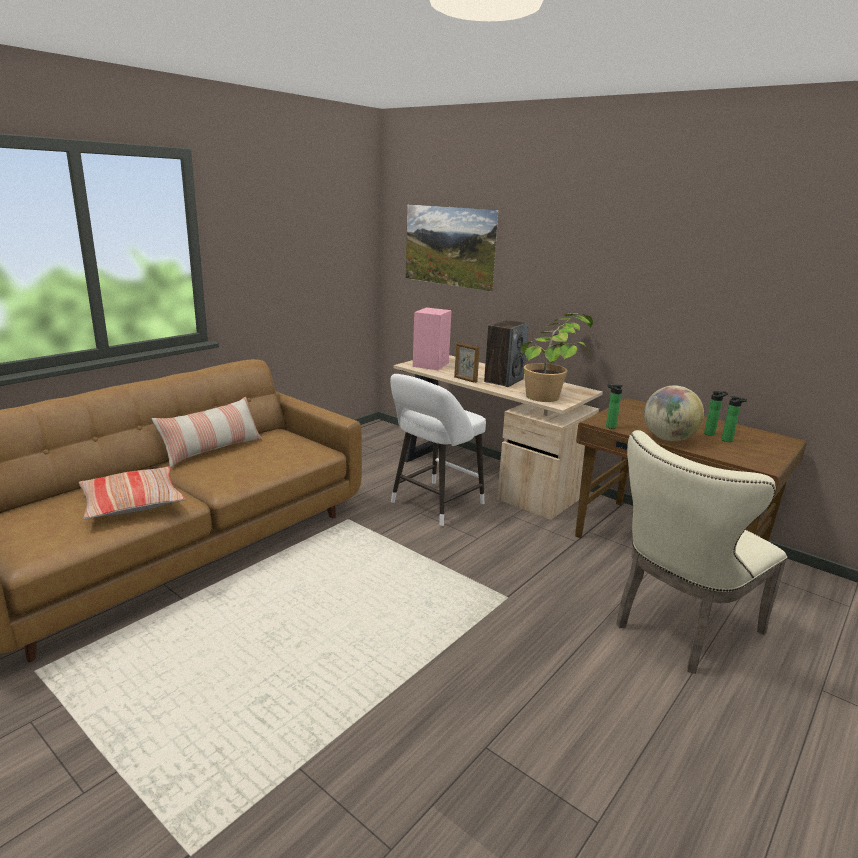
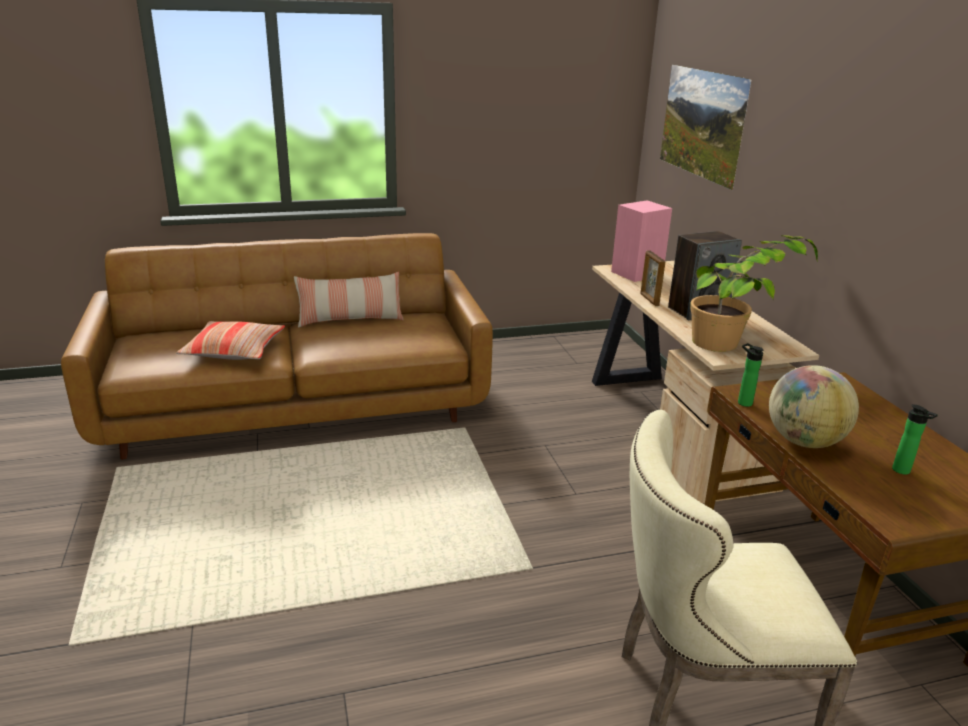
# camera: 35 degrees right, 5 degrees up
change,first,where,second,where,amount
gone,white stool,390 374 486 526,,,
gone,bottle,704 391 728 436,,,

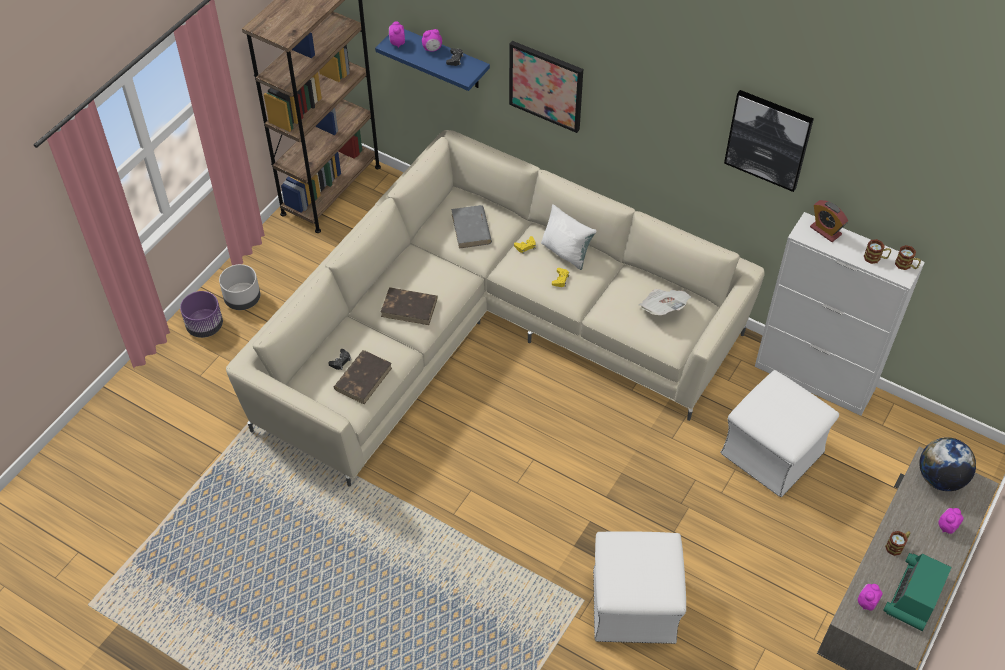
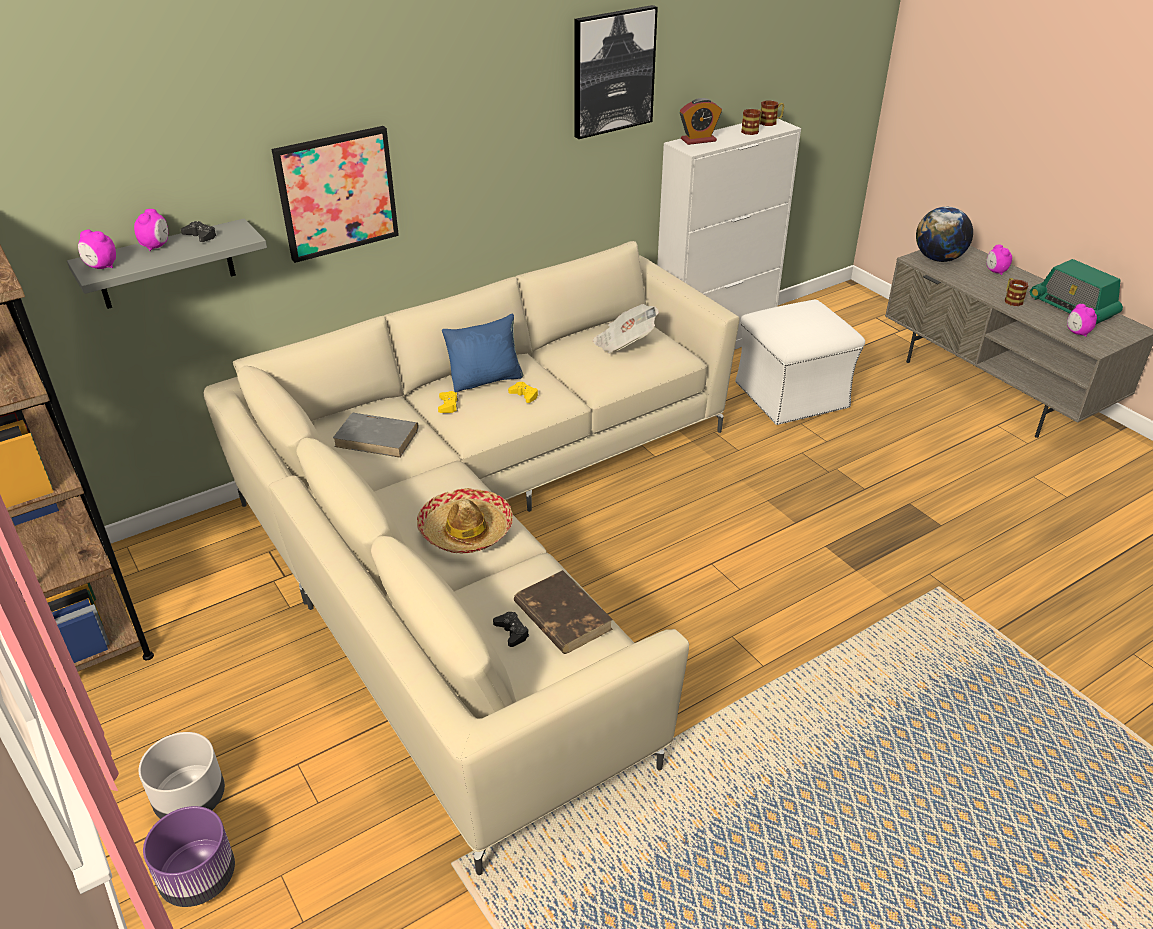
# camera: 65 degrees left, 15 degrees down
change,first,where,second,where,amount
repainted,blue shelf,375 29 490 91,grey shelf,67 218 267 309,
swapped,brown book,381 287 437 325,hat,417 488 513 554,
repainted,white pillow,541 204 596 270,blue pillow,442 314 523 392,
gone,white ottoman,593 531 686 644,,,

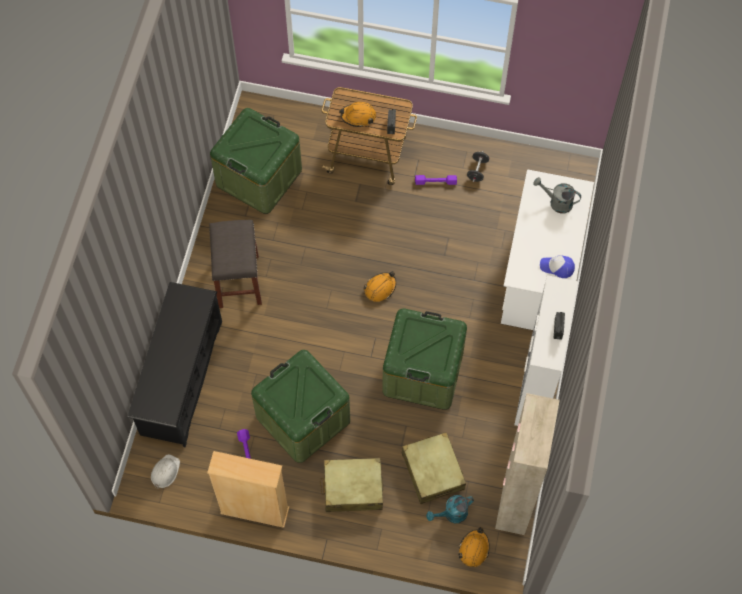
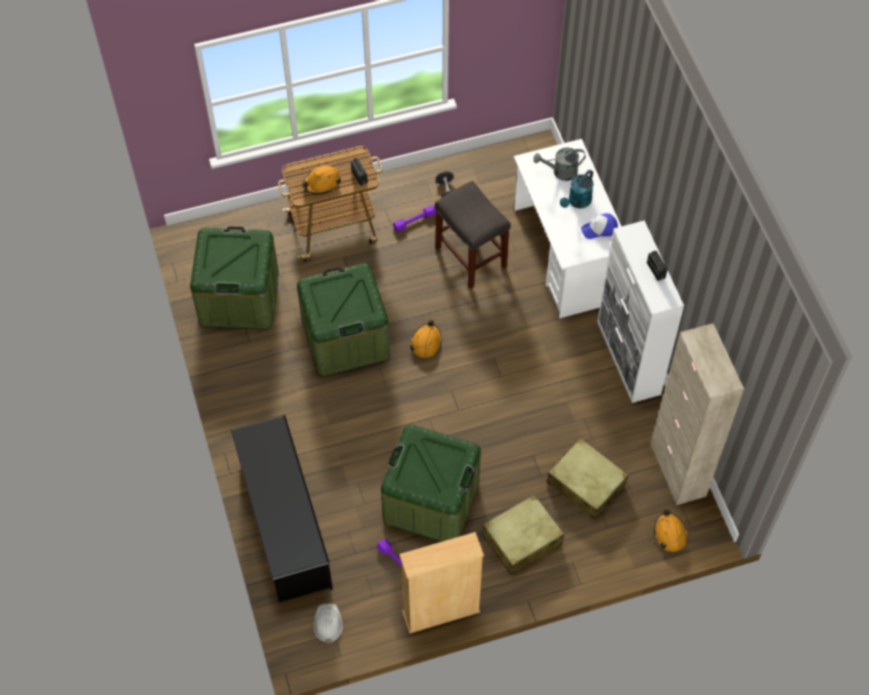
# camera: 30 degrees left, 5 degrees down
change,first,where,second,where,amount
shifted,grey stool,209 220 262 308,,435 181 511 289,
shifted,green storage box,382 308 467 410,,297 263 390 376,
shifted,turquoise watering can,426 495 474 523,,560 170 594 208,

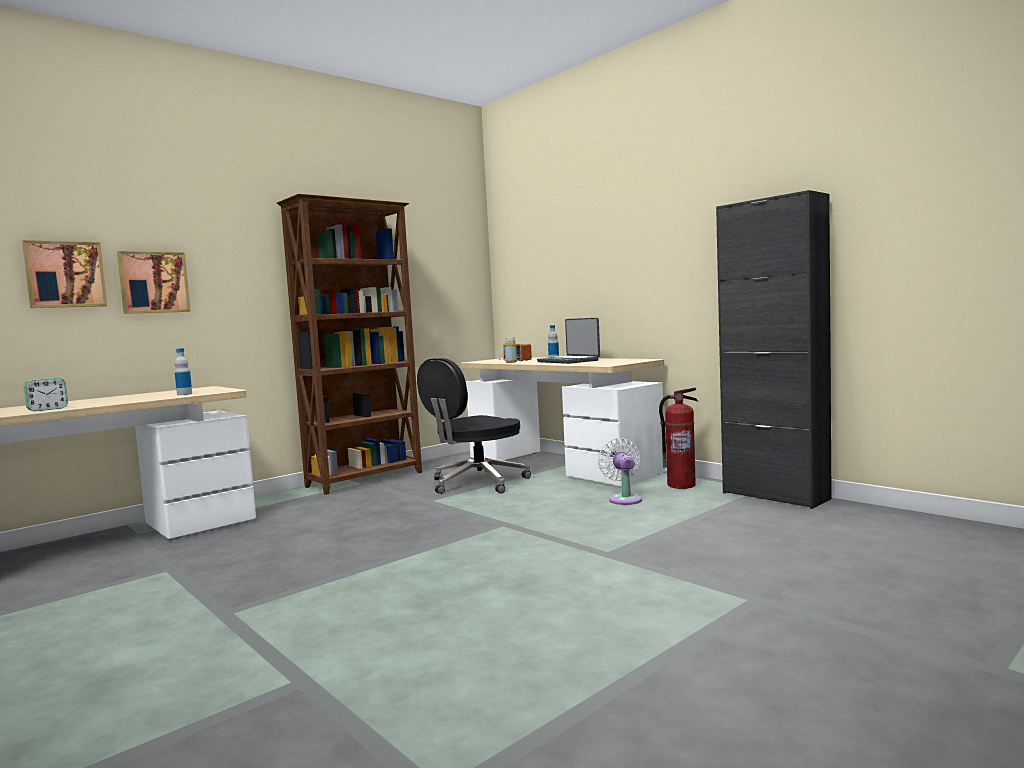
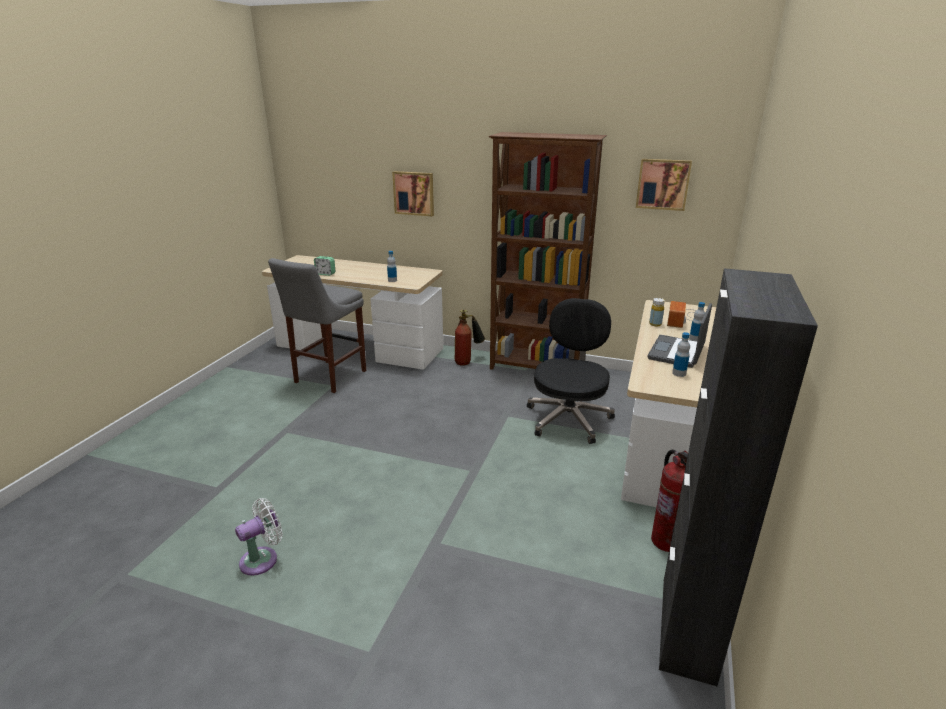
# camera: 60 degrees right, 20 degrees up
change,first,where,second,where,amount
shifted,picture,22 240 107 308,,636 159 692 211,
rotated,black office chair,417 358 531 494,,527 298 615 444,90 degrees clockwise
shifted,white fan,598 438 642 505,,235 498 283 576,
new,,,grey stool,268 258 366 393,
new,,,fire extinguisher,454 310 485 366,
new,,,bottle,672 332 690 377,

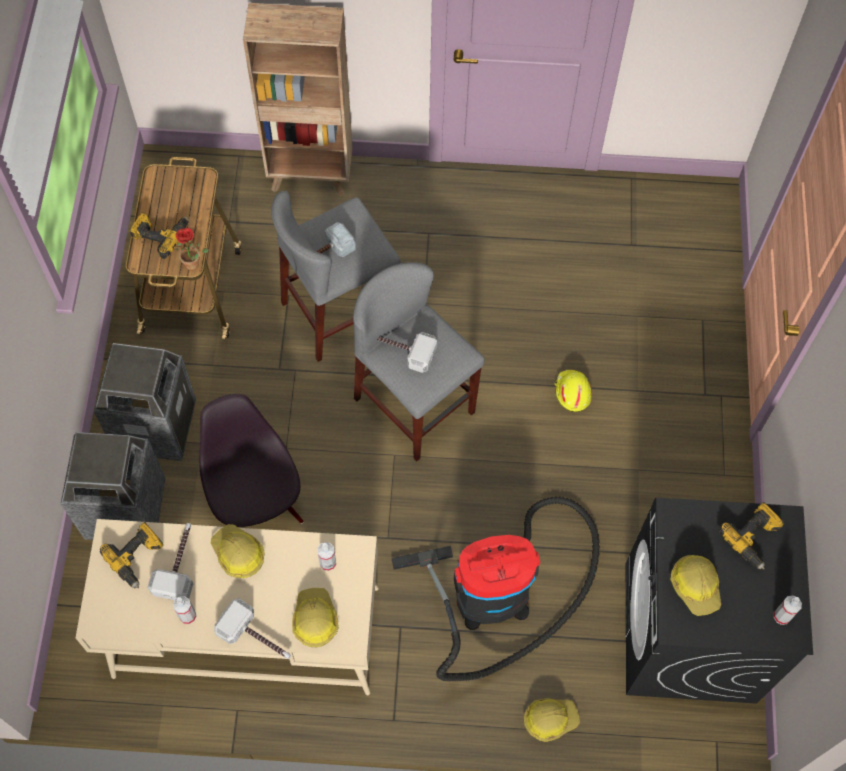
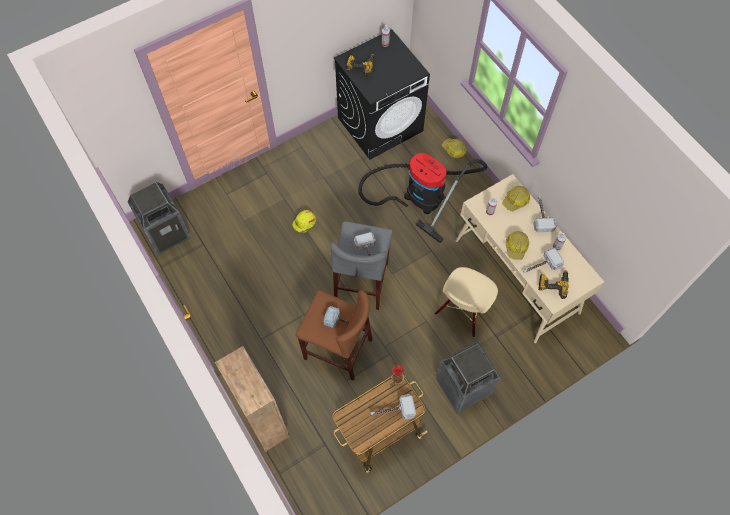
# camera: 125 degrees left, 0 degrees up
change,first,where,second,where,amount
shifted,trash can,61 432 166 540,,127 182 191 255,
swapped,power drill,129 212 189 259,hammer,371 394 416 420,
repainted,black chair,199 394 304 527,beige chair,435 267 498 337,
repainted,grey stool,271 191 401 362,brown stool,296 290 372 381,
gone,hard hat,670 555 721 616,,,

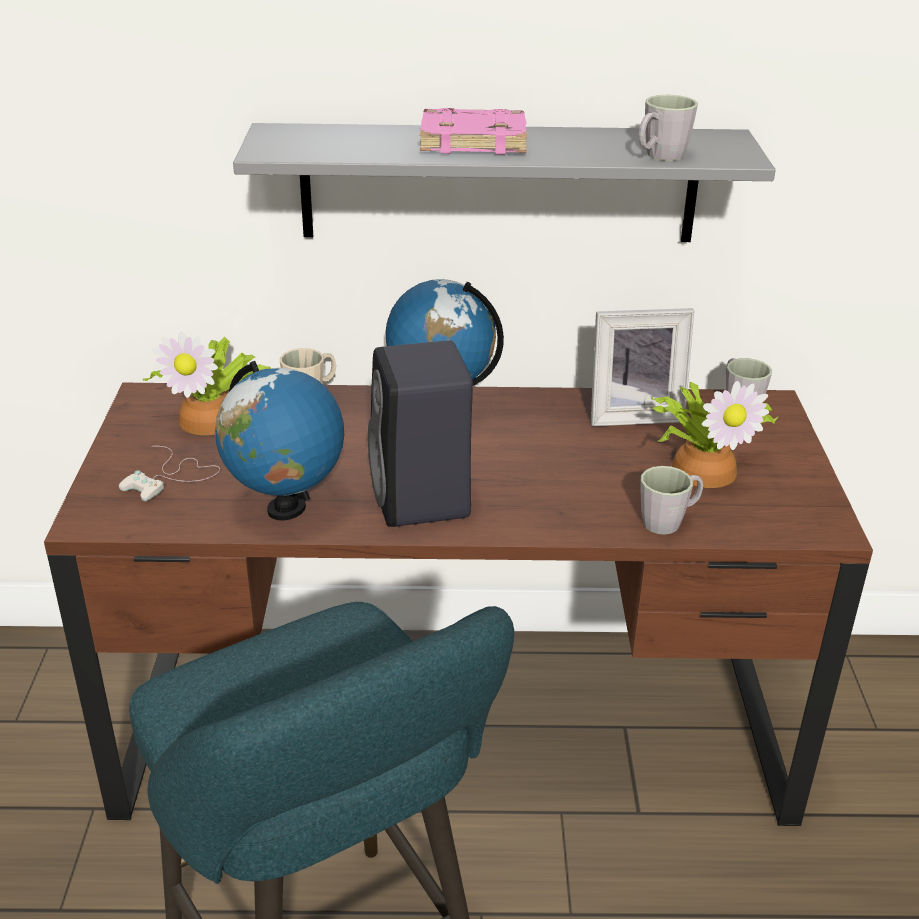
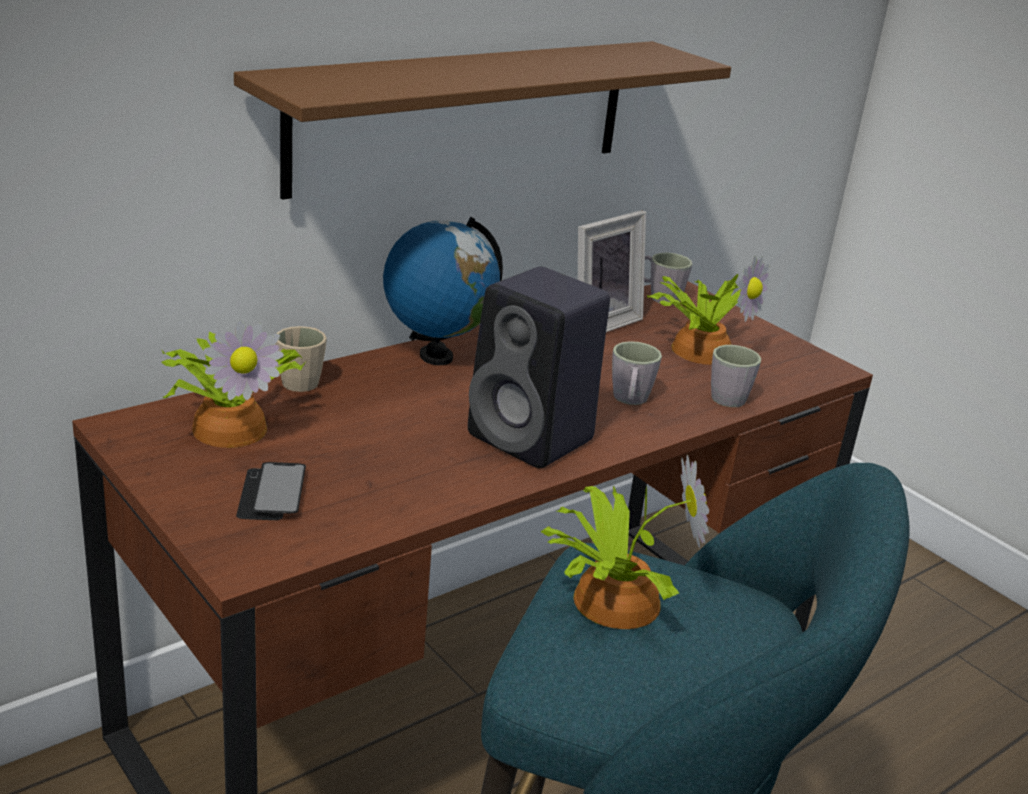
# camera: 40 degrees left, 5 degrees down
change,first,where,second,where,amount
swapped,white game controller,119 446 220 501,phone,236 462 306 520,
gone,globe,215 361 344 520,,,
repainted,grey shelf,233 123 776 242,brown shelf,234 41 731 200,
gone,pink book,420 108 527 155,,,
shifted,grey mug,639 95 698 161,,612 341 662 405,
new,,,potted plant,540 454 709 629,

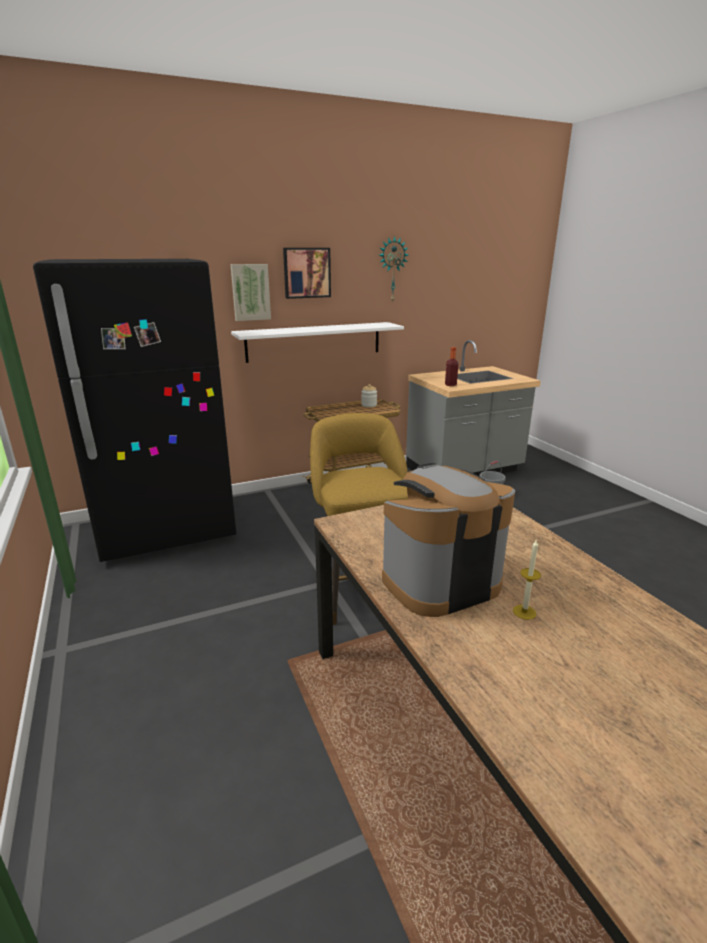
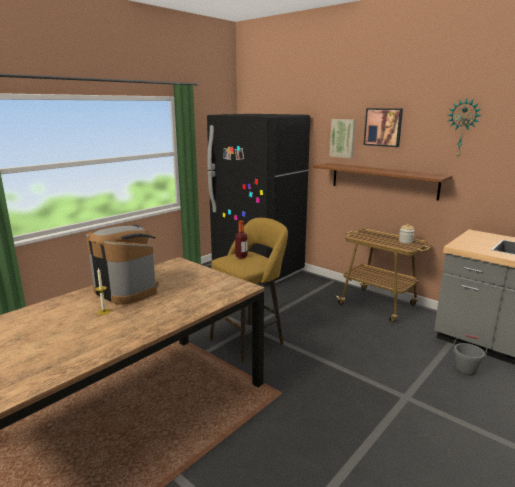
# camera: 65 degrees right, 5 degrees down
change,first,where,second,where,amount
repainted,white shelf,231 322 404 363,brown shelf,314 163 453 201,
shifted,bottle,445 347 458 386,,235 220 247 258,

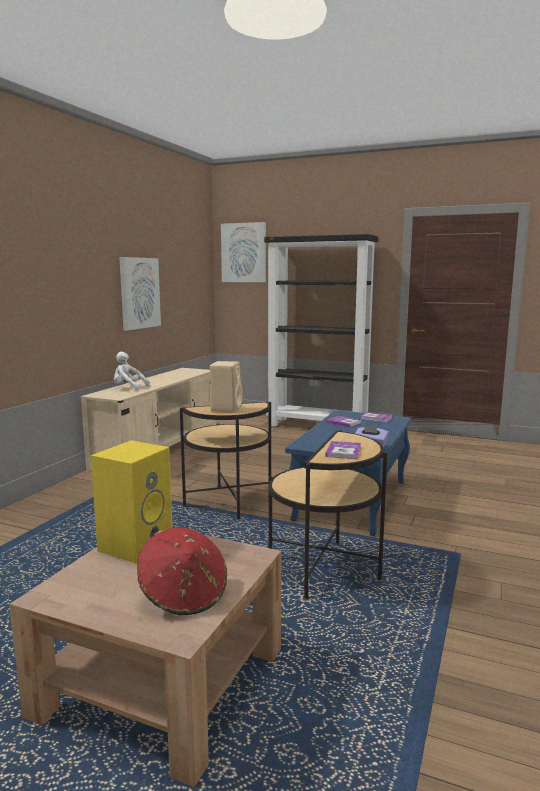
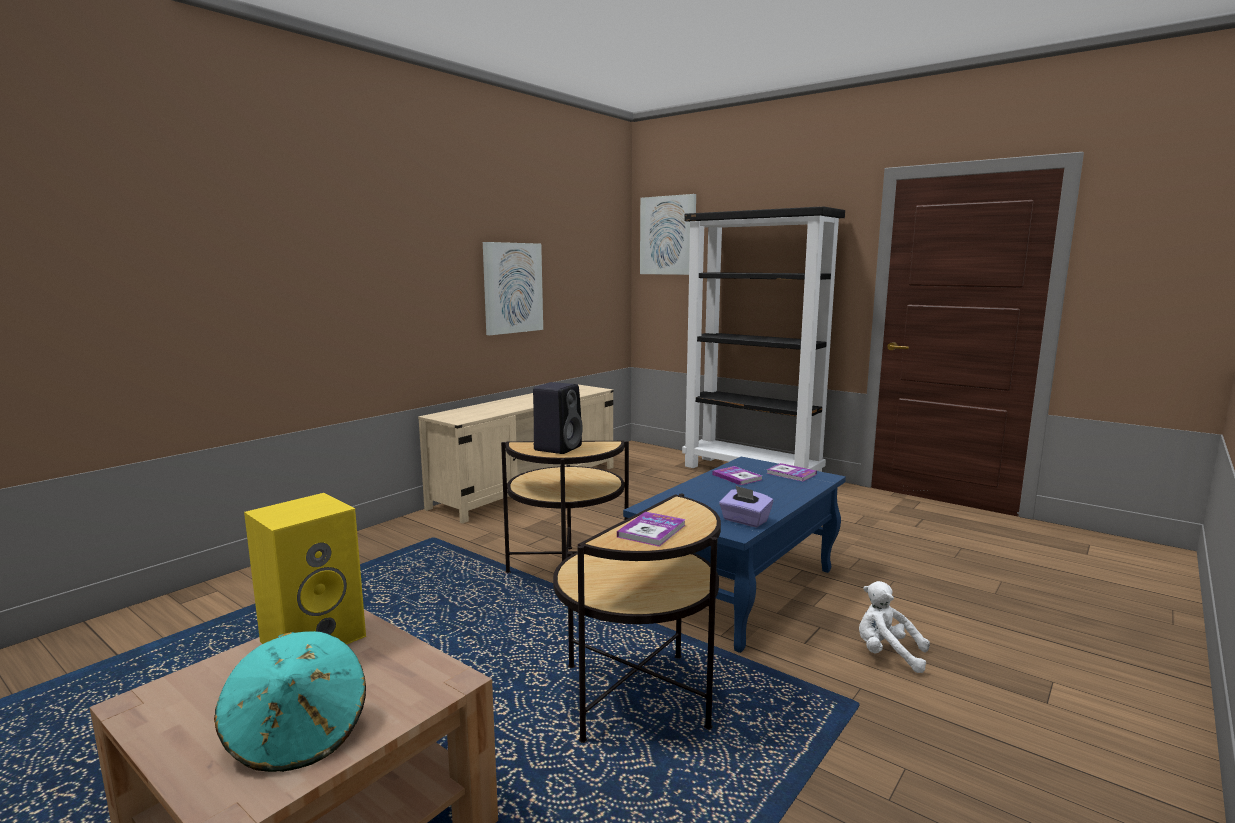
# camera: 15 degrees right, 0 degrees up
change,first,where,second,where,amount
shifted,white plush toy,114 352 150 390,,859 581 930 673,
repainted,red hat,137 527 227 615,turquoise hat,214 631 366 772,
repainted,beige speaker,210 361 243 413,black speaker,533 382 583 454,

